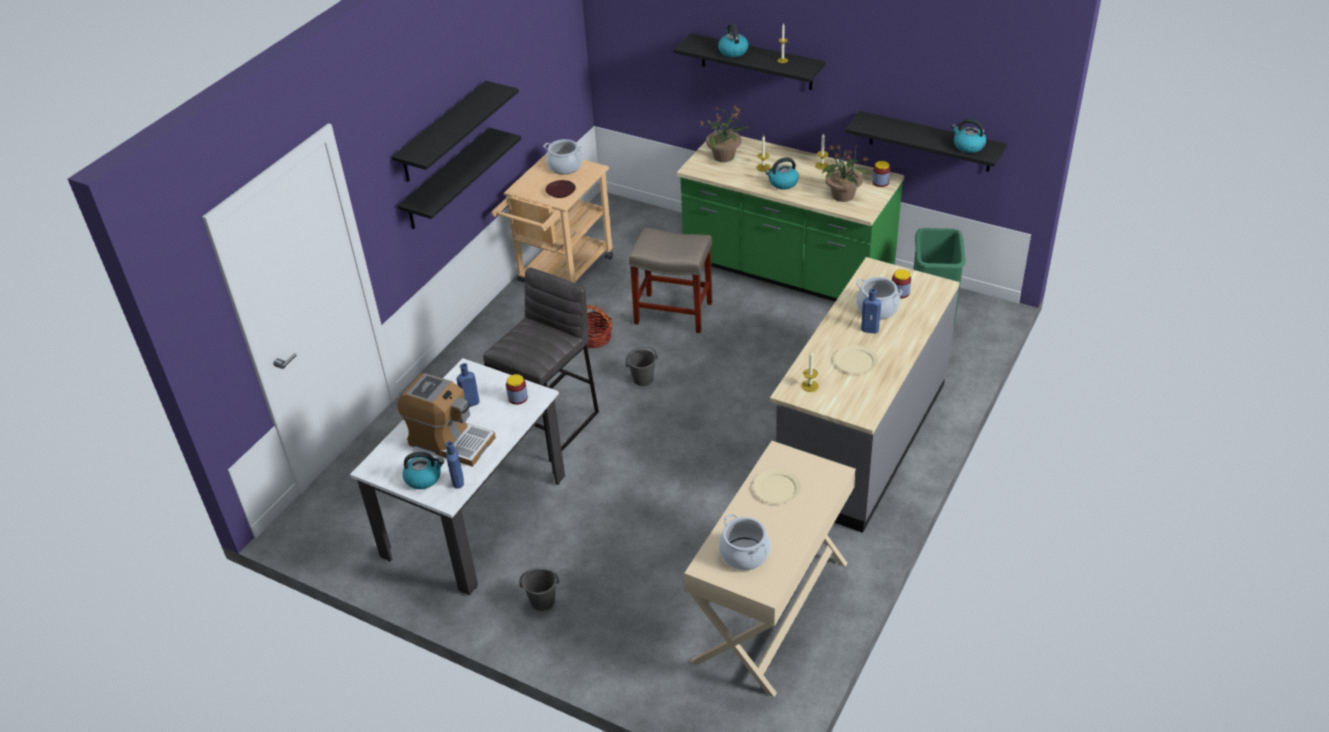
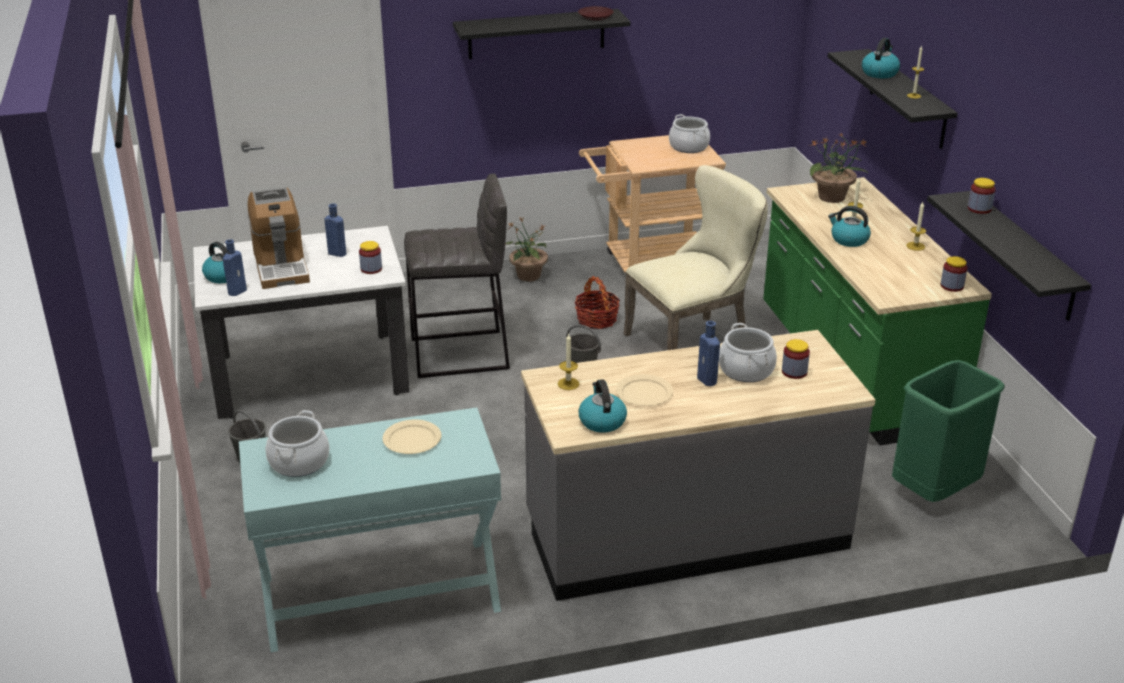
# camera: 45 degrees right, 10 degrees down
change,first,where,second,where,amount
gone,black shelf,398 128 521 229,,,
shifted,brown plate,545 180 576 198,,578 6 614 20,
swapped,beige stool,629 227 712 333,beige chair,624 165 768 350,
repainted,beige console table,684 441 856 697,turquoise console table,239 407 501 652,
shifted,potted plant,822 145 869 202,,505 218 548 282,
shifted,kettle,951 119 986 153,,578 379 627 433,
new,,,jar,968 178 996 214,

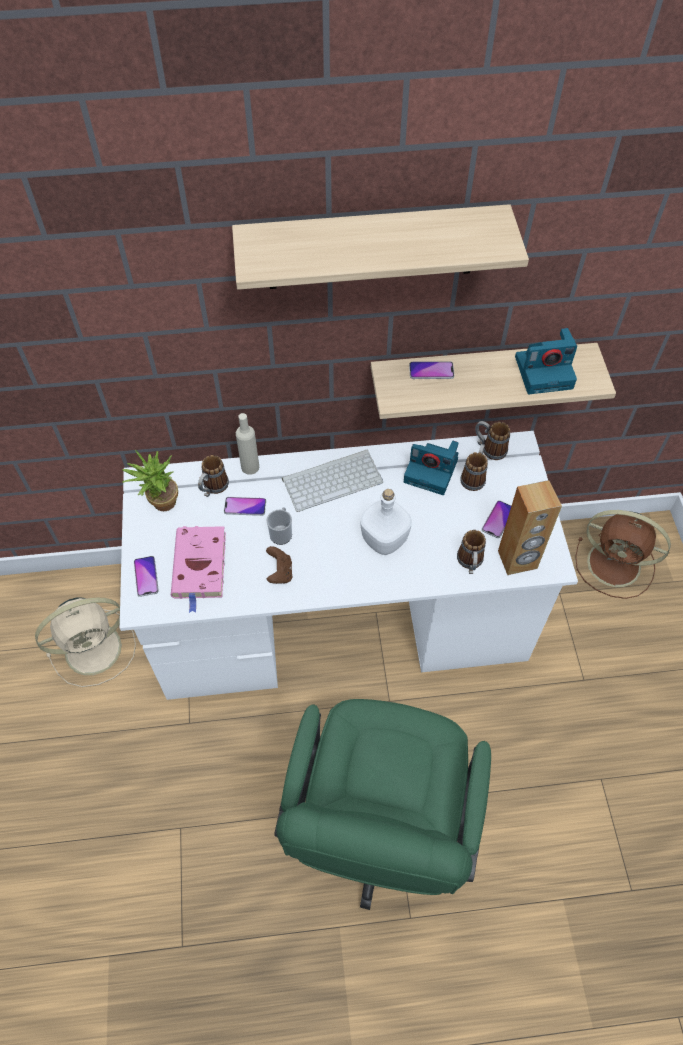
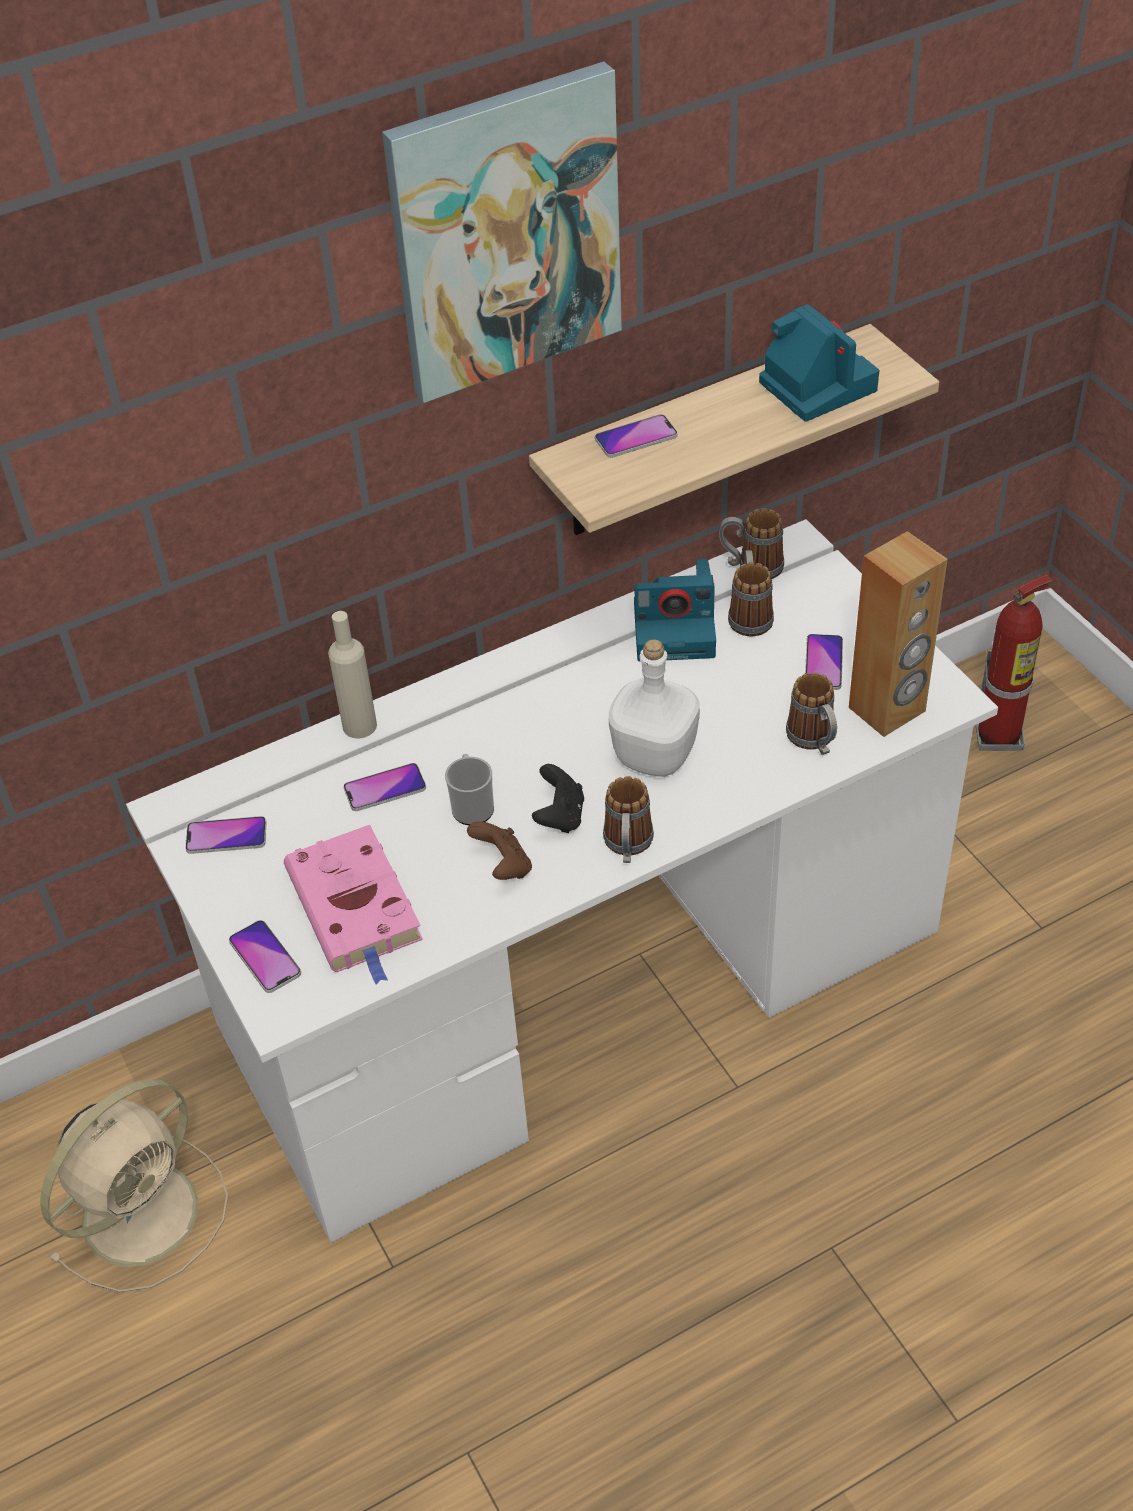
# camera: 20 degrees left, 10 degrees down
change,first,where,second,where,amount
swapped,potted plant,122 450 178 511,phone,185 816 266 854,
shifted,mug,198 455 229 497,,603 776 654 863,
swapped,shelf,232 204 529 290,picture,382 61 622 403,
gone,green office chair,274 699 491 910,,,
gone,keyboard,282 449 383 512,,,
rotated,photo camera,515 328 577 394,,759 304 879 422,90 degrees counterclockwise
swapped,brown fan,575 510 671 599,fire extinguisher,976 575 1053 751,
new,,,black game controller,532 764 584 833,

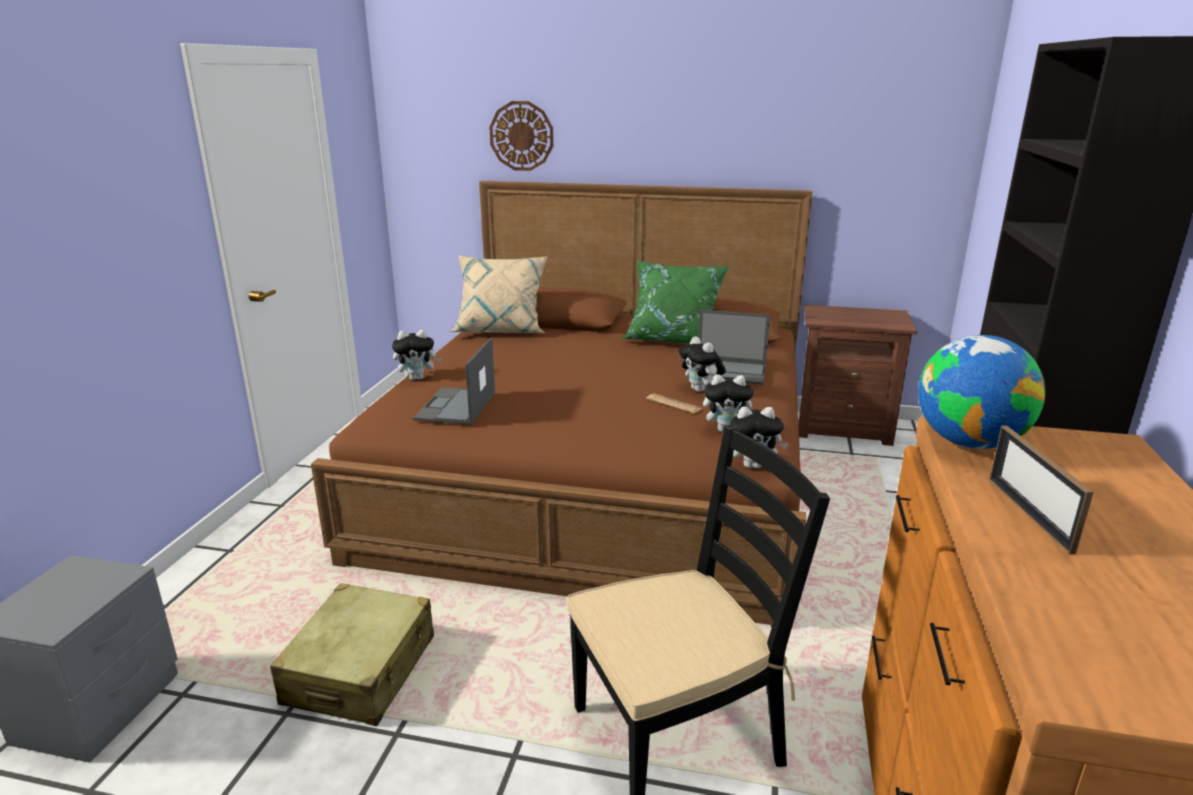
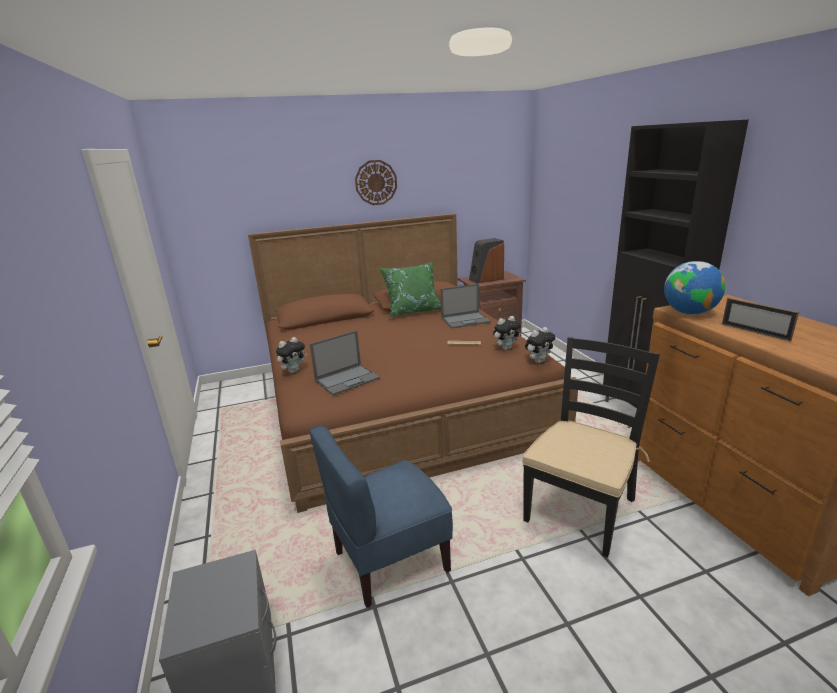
# camera: 30 degrees left, 0 degrees up
change,first,where,second,where,amount
swapped,beige suitcase,270 583 434 726,blue chair,309 425 453 608,
rotated,laptop,413 338 495 424,,310 330 380 395,105 degrees counterclockwise
gone,beige pillow,449 255 548 333,,,
shifted,wall clock,489 101 553 171,,355 160 397 205,
gone,plush toy,679 336 726 392,,,
new,,,speaker,469 238 504 283,

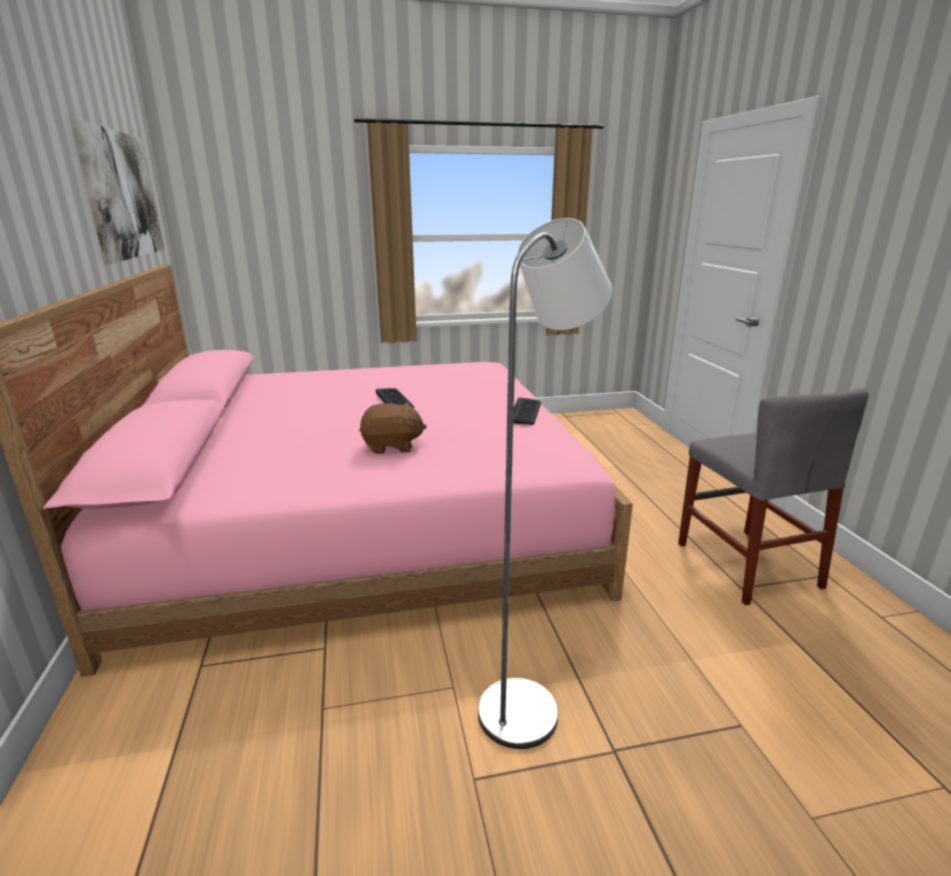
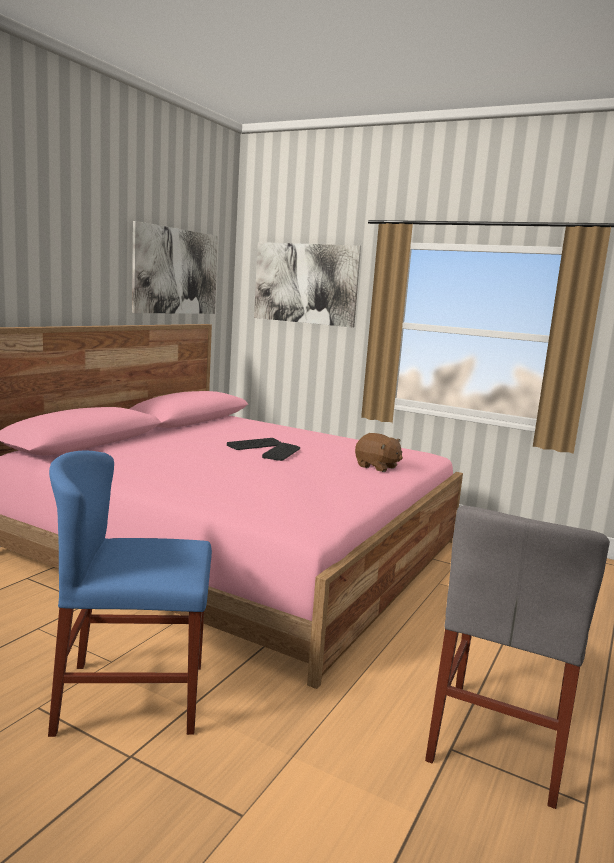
# camera: 40 degrees right, 10 degrees down
change,first,where,second,where,amount
shifted,brown plush toy,359 403 427 454,,355 433 403 472,
swapped,grey floor lamp,478 218 613 749,blue chair,48 450 212 737,
shifted,keyboard,513 397 541 425,,227 438 281 450,
new,,,picture,254 242 361 328,

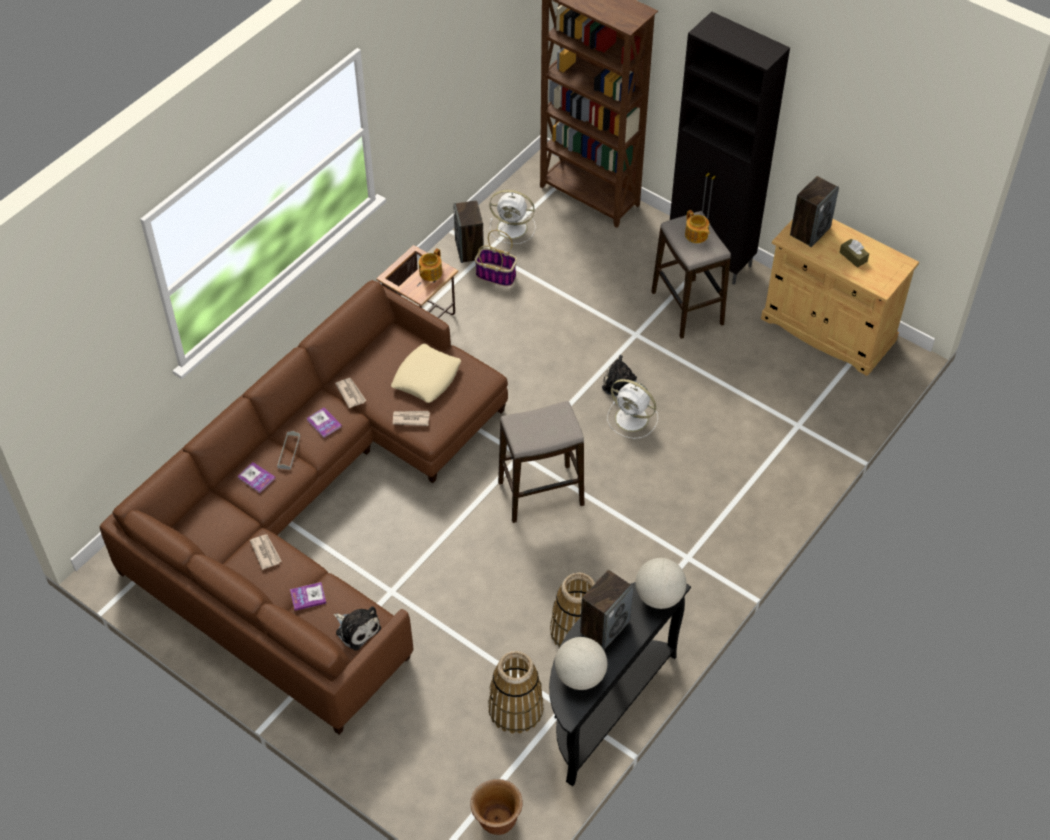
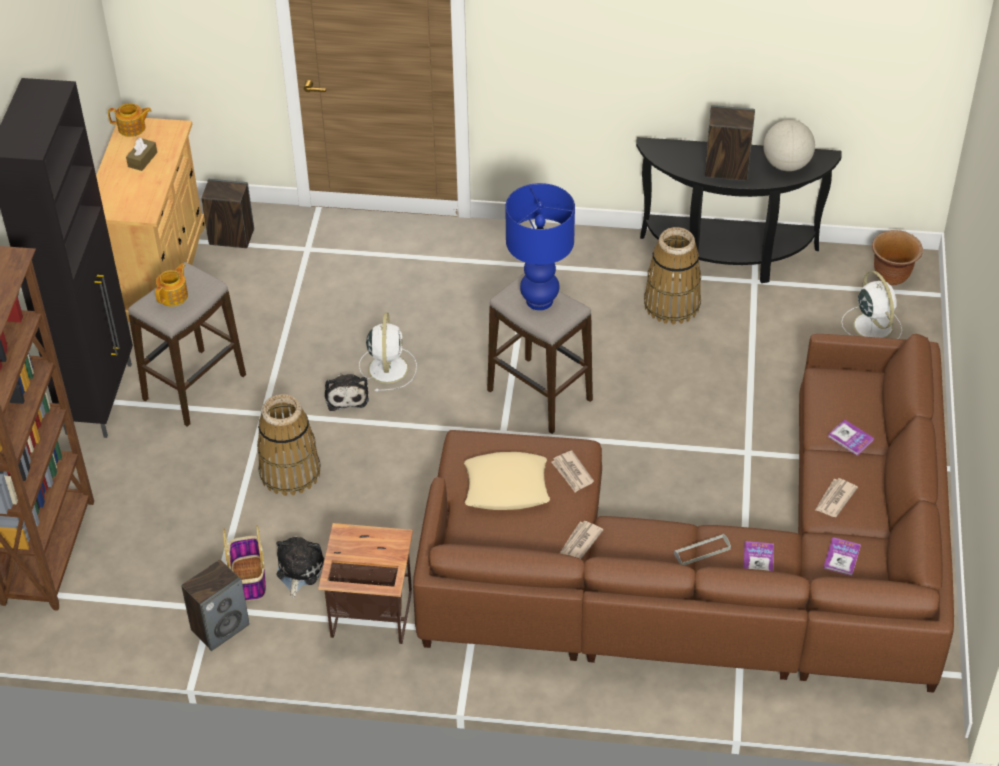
# camera: 120 degrees left, 5 degrees down
change,first,where,second,where,amount
shifted,book,307 407 342 438,,823 537 861 576,
shifted,plush toy,334 606 381 651,,276 537 324 598,
shifted,teapot,419 248 442 281,,108 103 152 137,
shifted,basket,488 651 544 734,,257 394 321 496,
shifted,white fan,489 190 536 244,,842 271 902 339,
gone,globe,635 558 686 609,,,
shifted,speaker,790 176 839 247,,201 179 254 248,
new,,,blue table lamp,505 183 575 310,

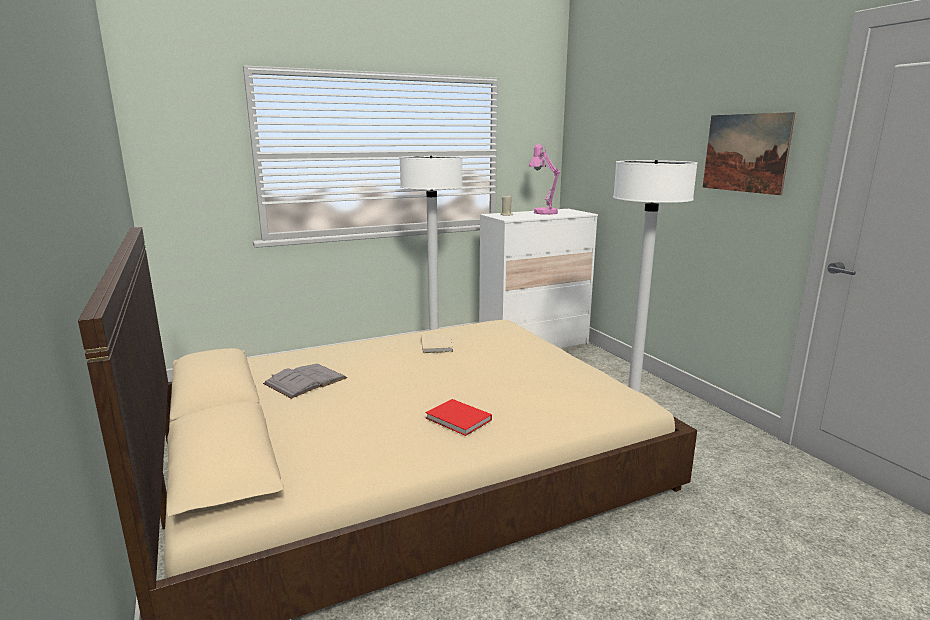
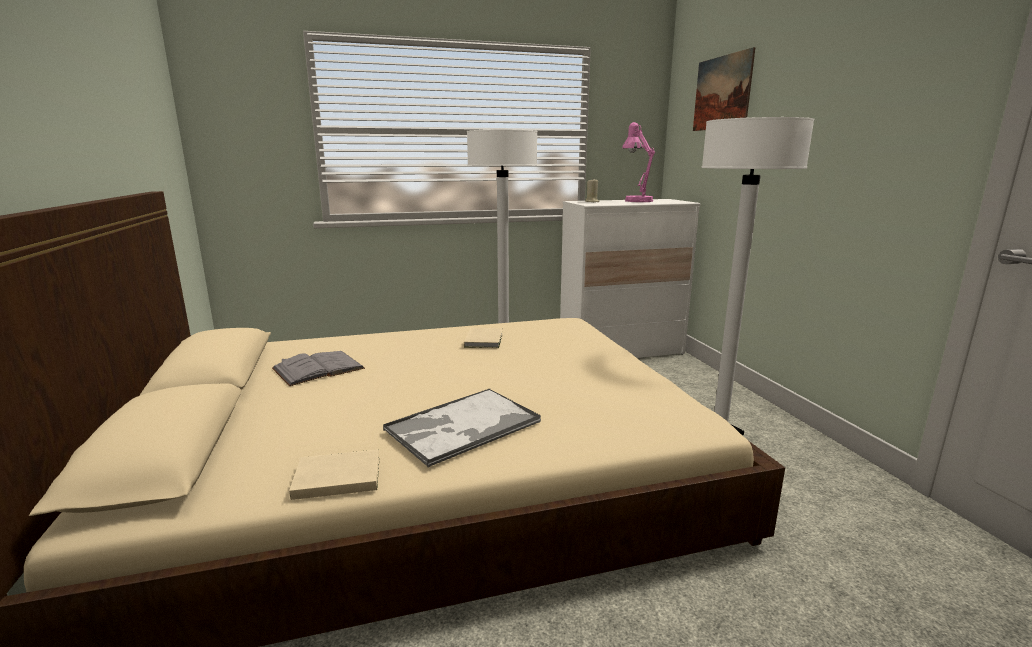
# camera: 10 degrees right, 0 degrees up
change,first,where,second,where,amount
swapped,red book,425 399 492 436,tray,383 389 541 467,
shifted,picture,703 112 796 195,,693 47 755 131,
new,,,beige book,289 449 380 500,

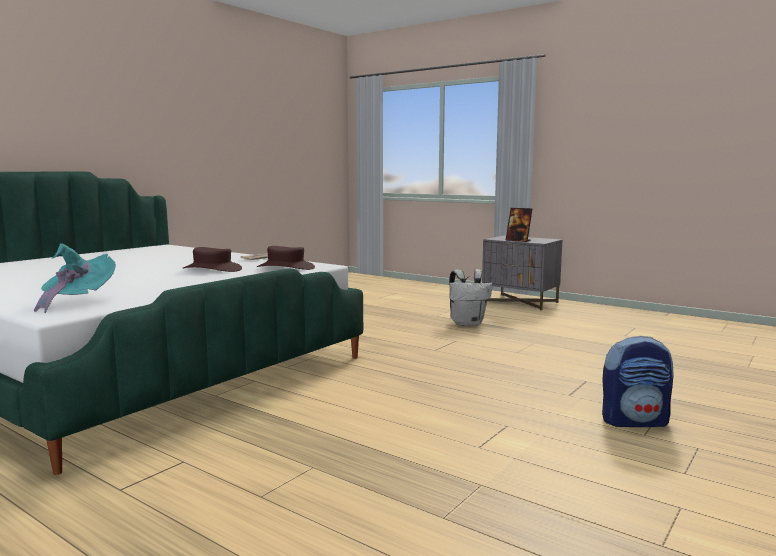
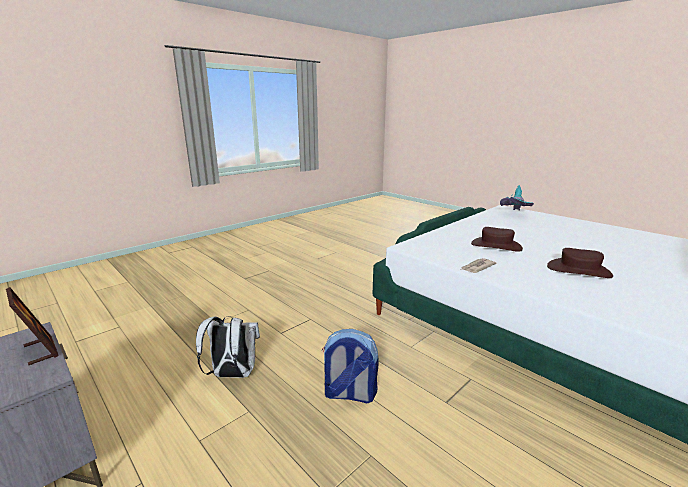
# camera: 170 degrees left, 10 degrees up
change,first,where,second,where,amount
shifted,brown hat,257 246 315 270,,547 248 613 278,
shifted,backpack,602 336 673 427,,322 329 379 403,

